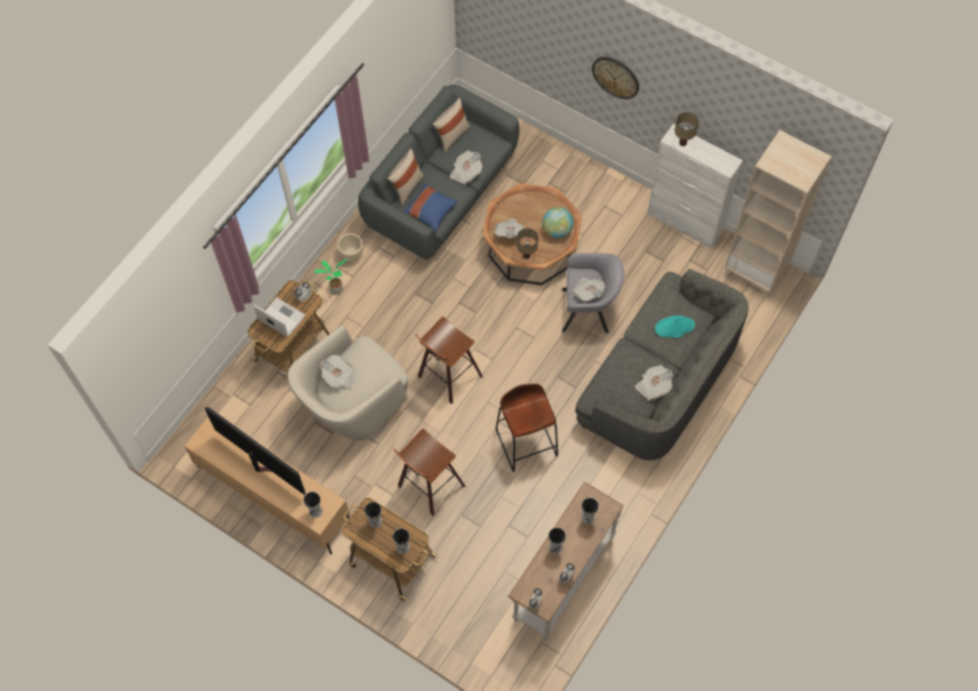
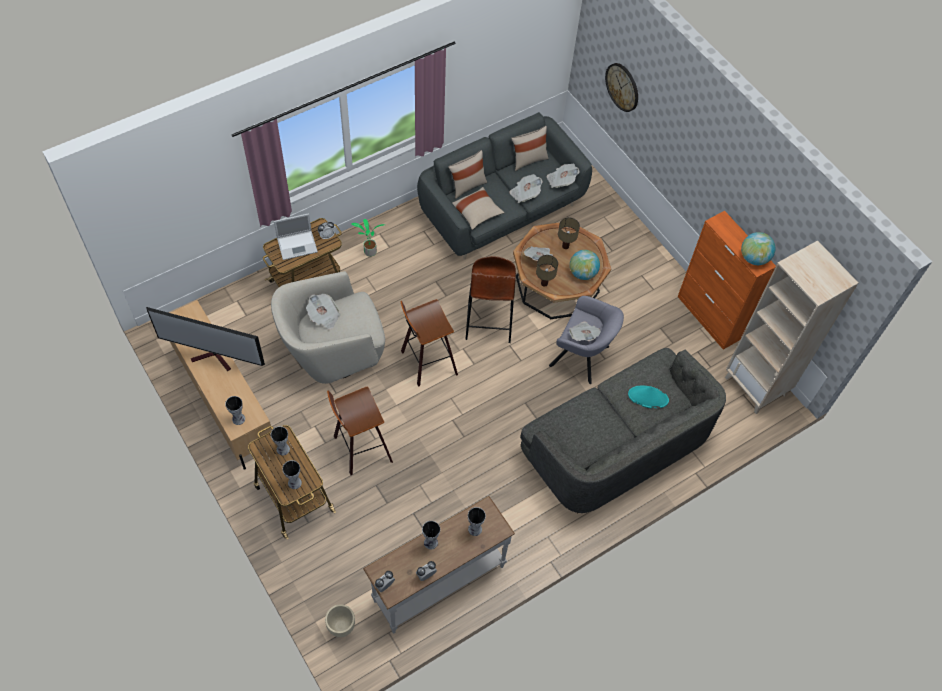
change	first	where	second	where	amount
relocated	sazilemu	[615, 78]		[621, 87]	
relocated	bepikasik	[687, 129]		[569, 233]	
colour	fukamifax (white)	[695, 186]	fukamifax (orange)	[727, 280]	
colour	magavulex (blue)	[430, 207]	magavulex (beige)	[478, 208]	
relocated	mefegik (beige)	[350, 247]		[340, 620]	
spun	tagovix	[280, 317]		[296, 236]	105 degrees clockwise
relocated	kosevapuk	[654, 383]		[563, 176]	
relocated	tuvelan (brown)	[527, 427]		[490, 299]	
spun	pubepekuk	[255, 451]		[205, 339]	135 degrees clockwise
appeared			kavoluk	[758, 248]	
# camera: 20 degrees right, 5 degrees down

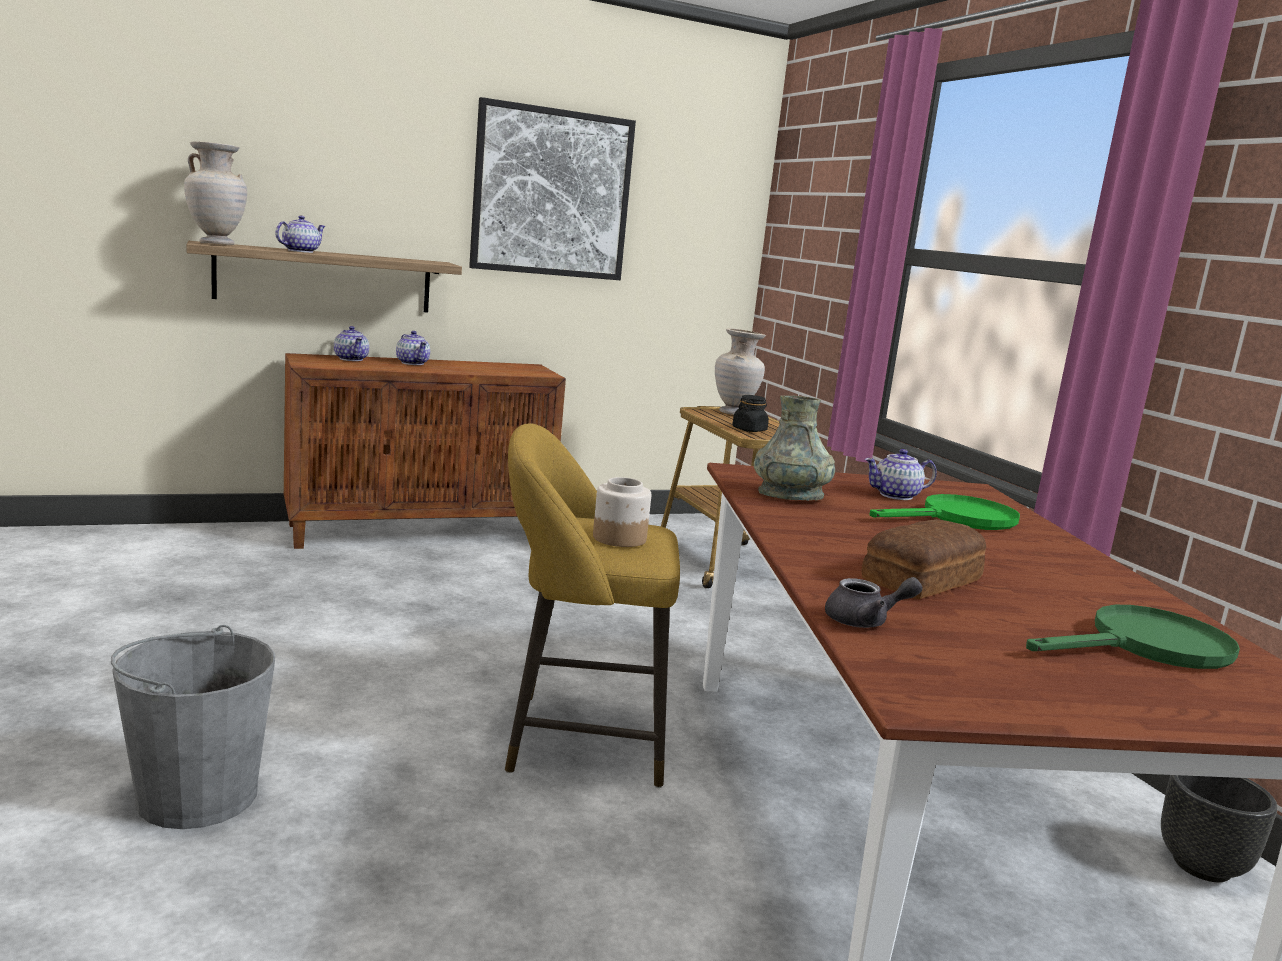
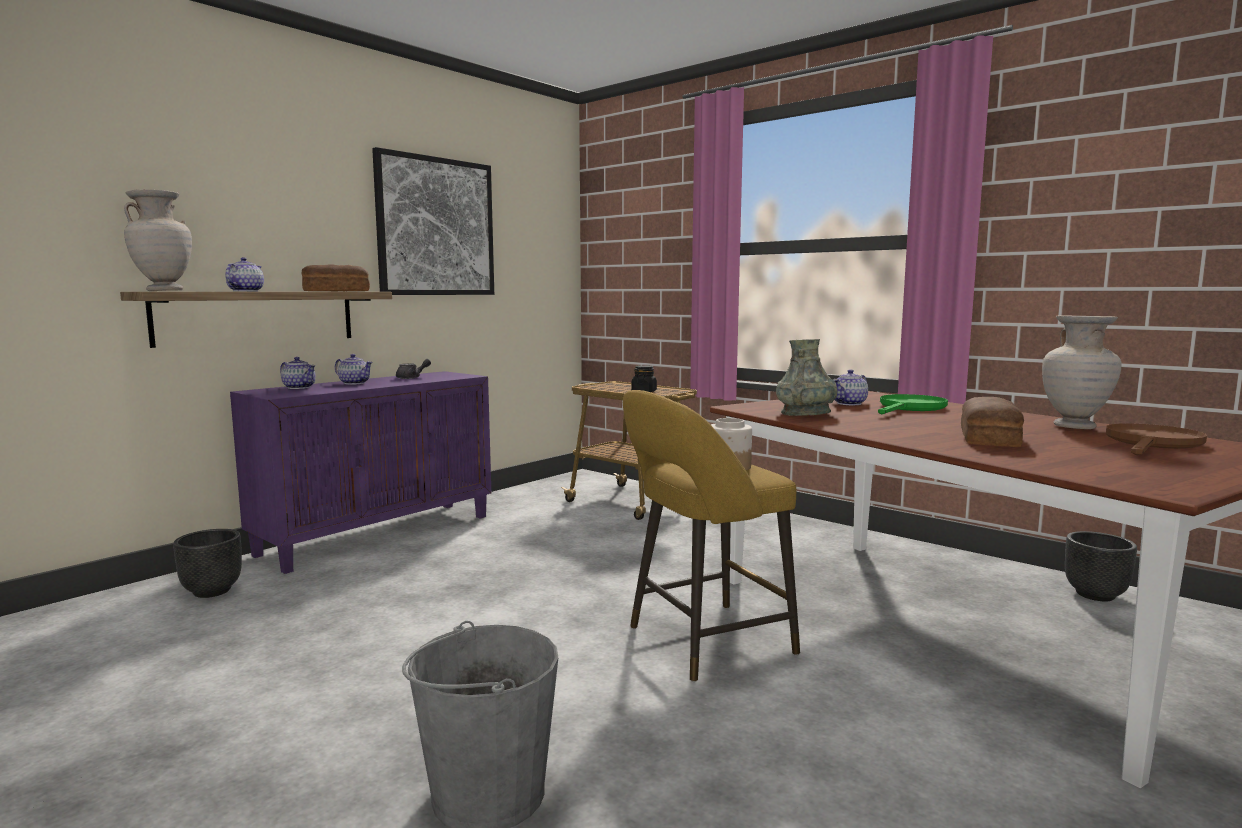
change	first	where	second	where	amount
relocated	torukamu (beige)	[740, 371]		[1082, 372]	
colour	fukamifax (brown)	[425, 451]	fukamifax (purple)	[360, 472]	
relocated	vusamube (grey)	[873, 602]		[413, 369]	
colour	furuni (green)	[1133, 637]	furuni (brown)	[1156, 439]	
appeared			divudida	[336, 277]	
appeared			mefegik (black)	[207, 563]	
# camera: 25 degrees left, 5 degrees down

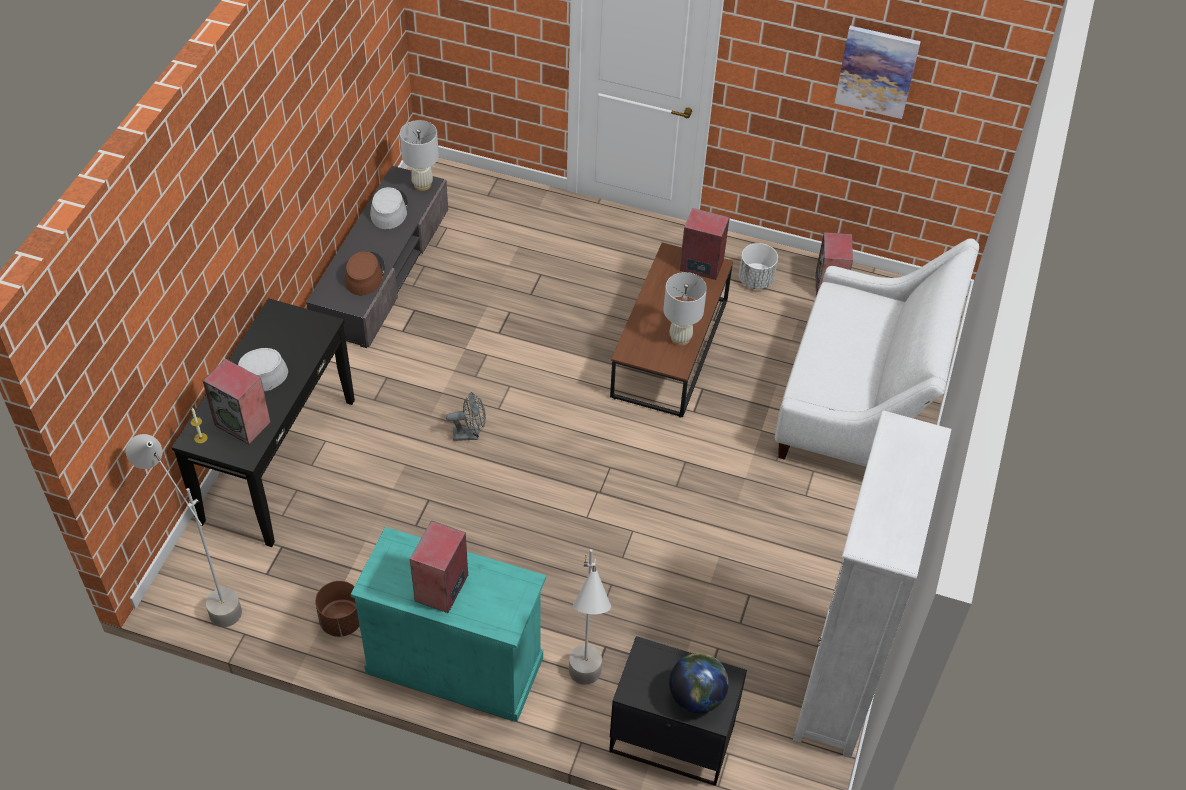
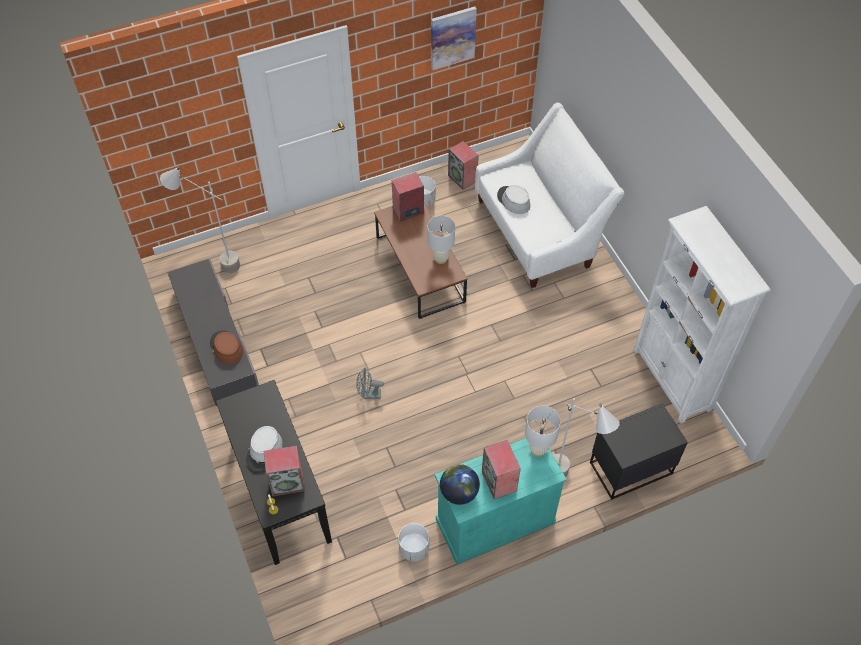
change	first	where	second	where	amount
relocated	bepikasik (white)	[419, 155]		[543, 431]	
relocated	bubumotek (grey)	[389, 208]		[513, 199]	
spun	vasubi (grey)	[466, 416]		[370, 383]	135 degrees counterclockwise
relocated	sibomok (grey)	[184, 530]		[200, 220]	
colour	mefegik (brown)	[337, 609]	mefegik (white)	[413, 542]	
relocated	kavoluk	[699, 683]		[460, 484]	
# camera: 40 degrees left, 5 degrees up

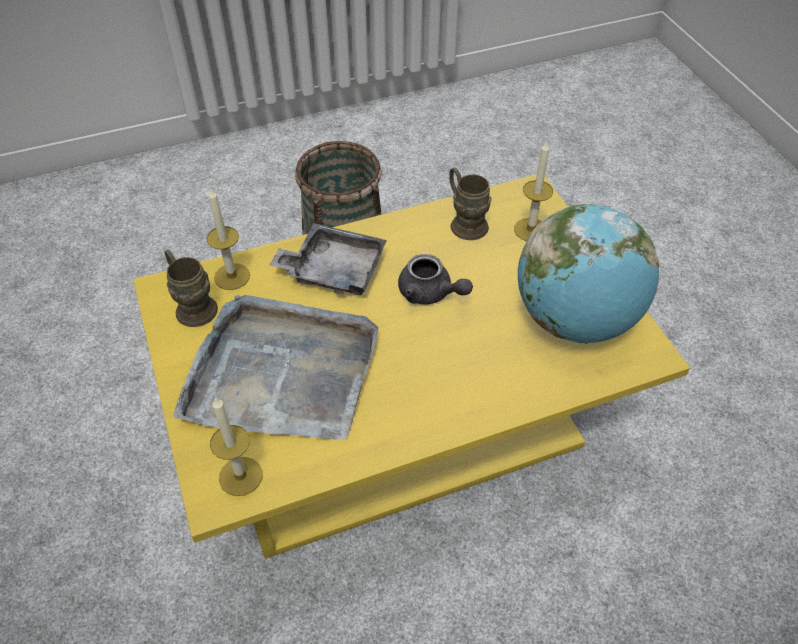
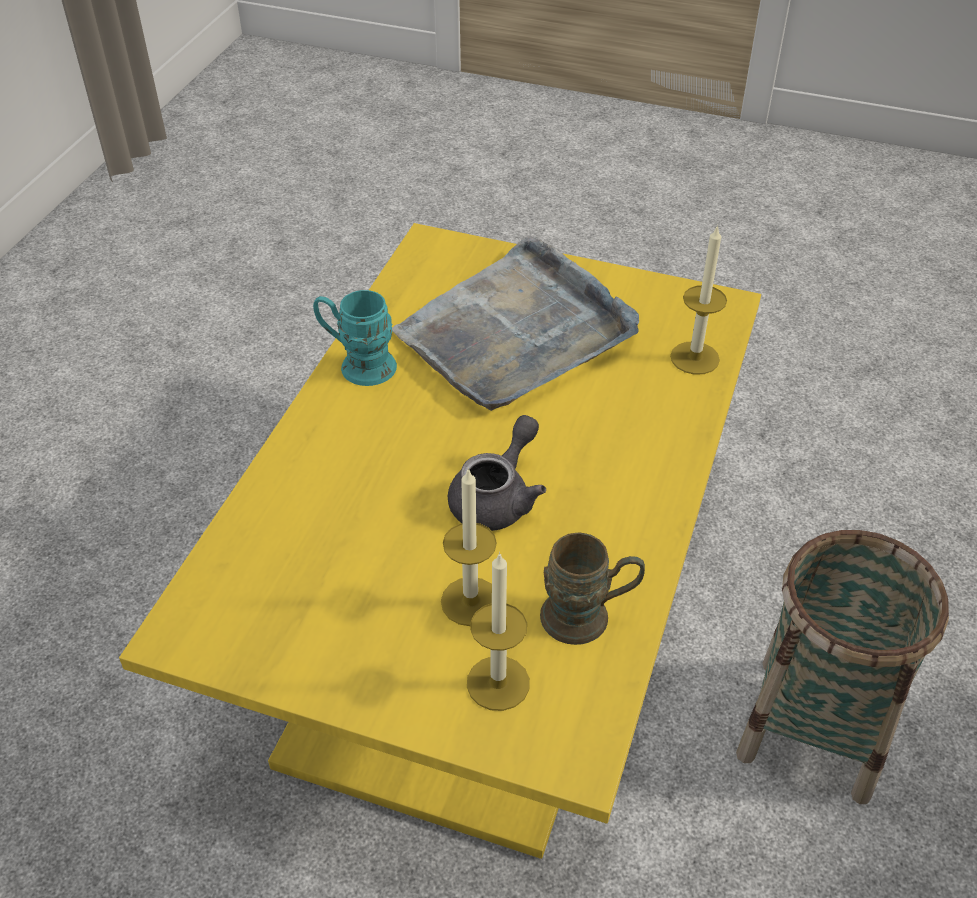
change	first	where	second	where	amount
missing	kavoluk	[588, 274]			
missing	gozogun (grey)	[328, 259]			
missing	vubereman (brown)	[191, 288]			
spun	vusamube (grey)	[435, 279]		[497, 473]	135 degrees clockwise
relocated	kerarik	[236, 446]		[469, 546]	
appeared			vubereman (turquoise)	[355, 338]	
# camera: 130 degrees right, 5 degrees down

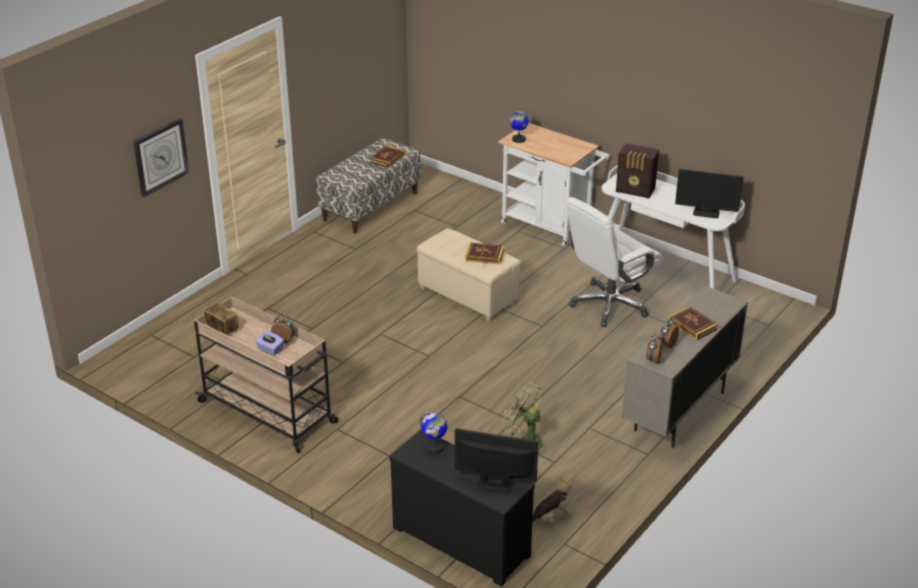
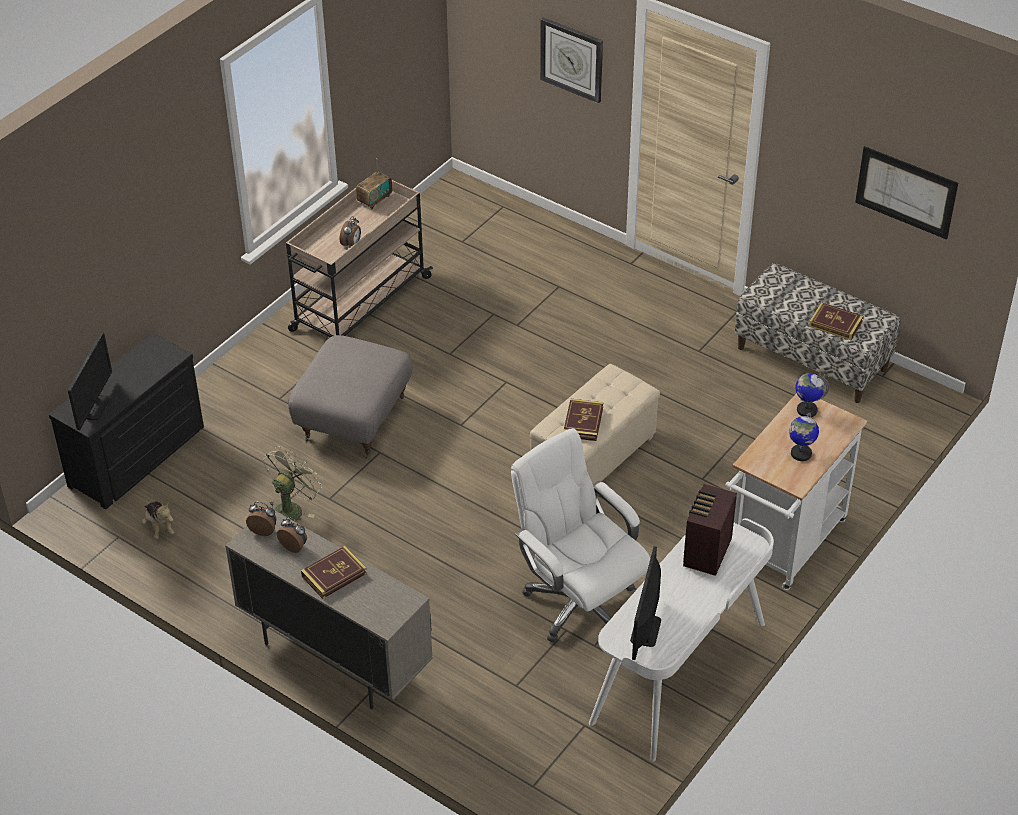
change	first	where	second	where	amount
missing	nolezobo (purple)	[269, 343]			
relocated	kavoluk	[433, 432]		[804, 437]	
appeared			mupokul	[906, 193]	
appeared			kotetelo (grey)	[350, 396]	
# camera: 90 degrees right, 10 degrees up

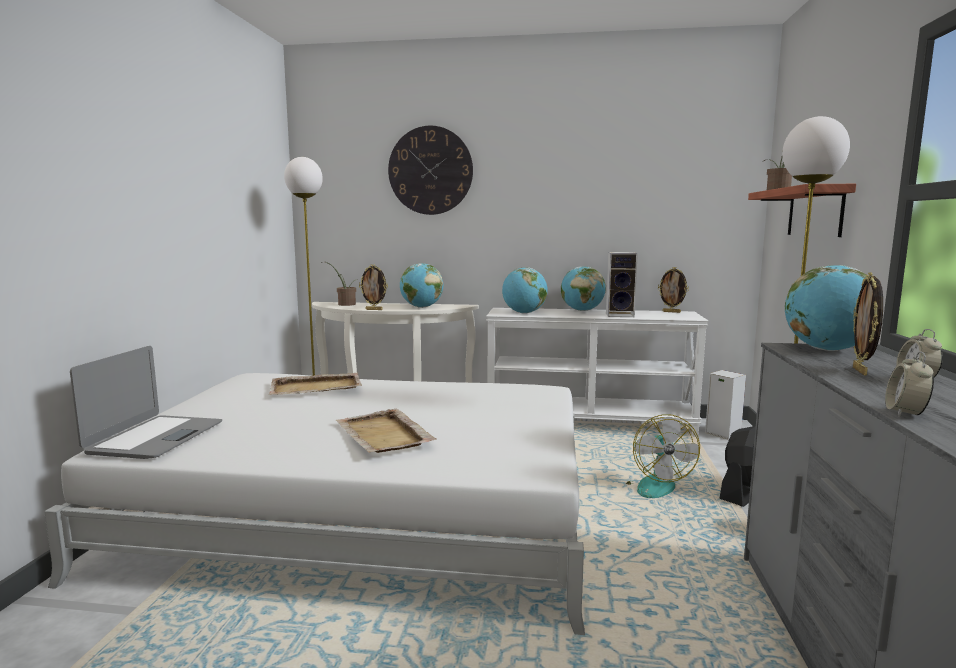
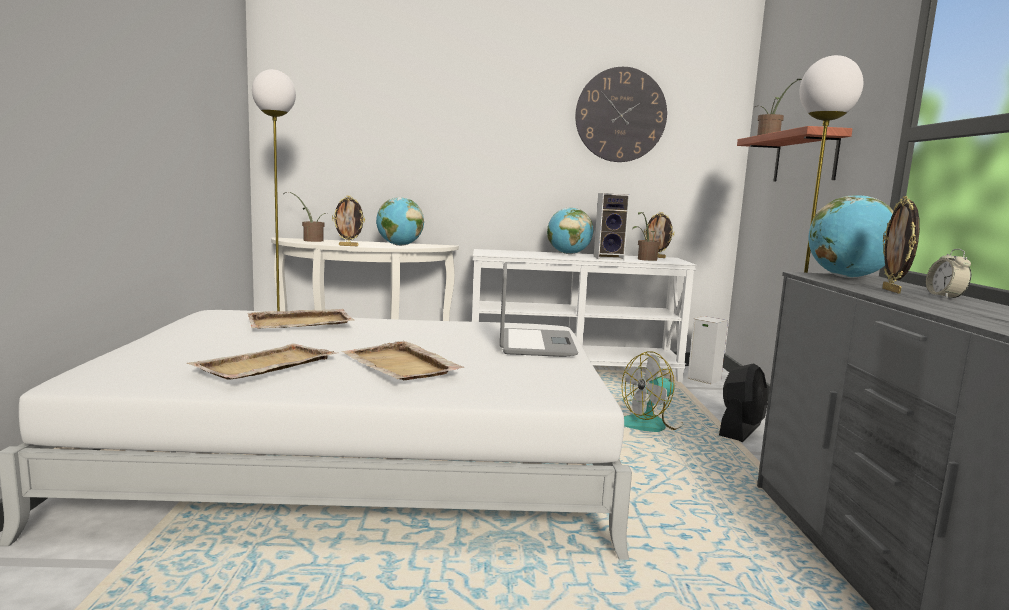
change	first	where	second	where	amount
relocated	sazilemu	[430, 170]		[621, 114]	
missing	kavoluk	[525, 291]			
relocated	tagovix	[146, 402]		[539, 309]	
missing	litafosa	[909, 384]			
spun	vasubi	[663, 456]		[652, 391]	75 degrees clockwise
appeared			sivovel	[646, 236]	
appeared			gozogun (beige)	[261, 361]	
# camera: 10 degrees left, 0 degrees up

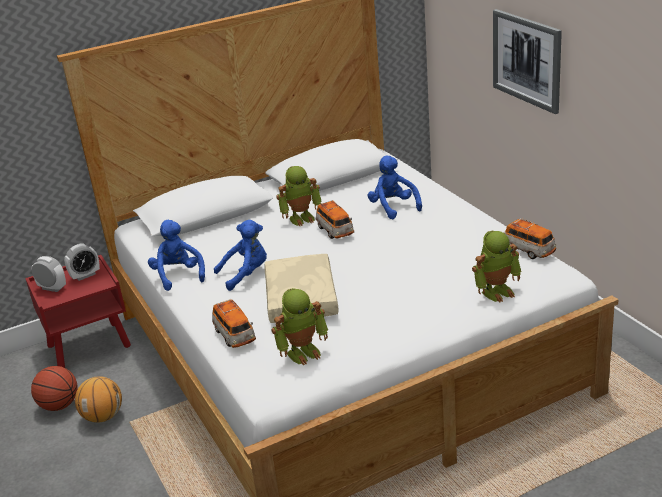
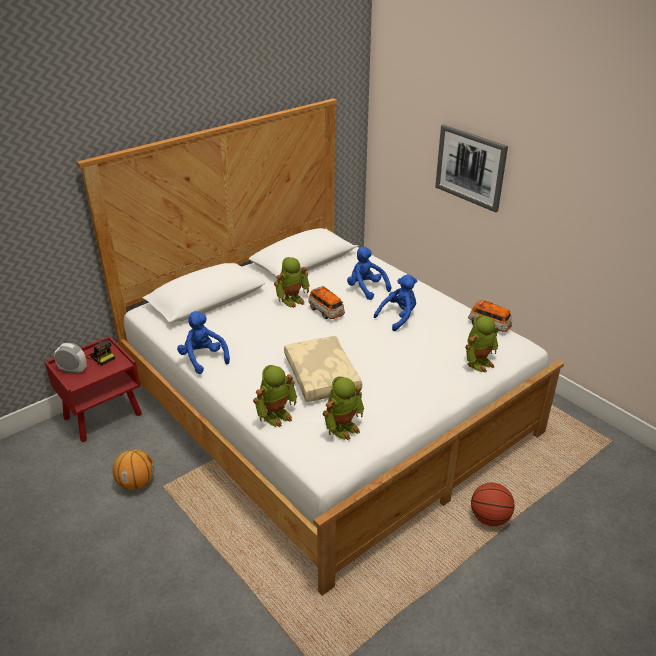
change	first	where	second	where	amount
relocated	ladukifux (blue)	[240, 255]		[395, 302]	
exchanged	litafosa	[82, 262]	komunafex	[100, 353]	
exchanged	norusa	[234, 323]	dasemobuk	[275, 396]	
relocated	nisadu	[54, 388]		[493, 504]	
# camera: 15 degrees left, 5 degrees up

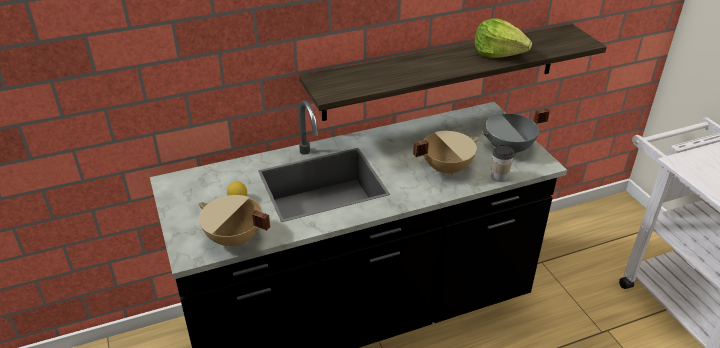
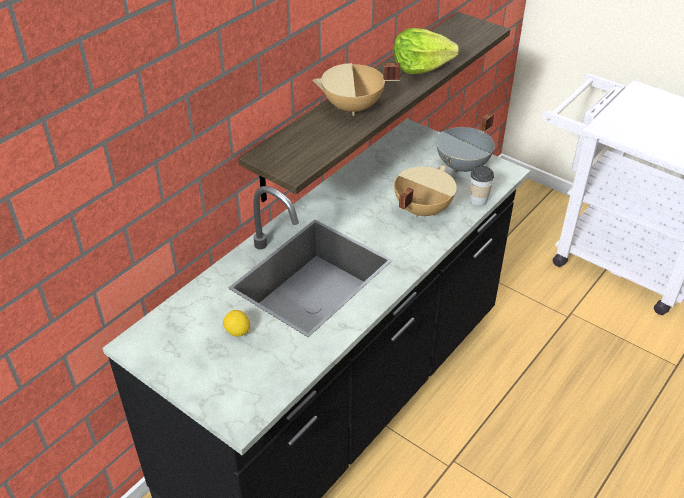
change	first	where	second	where	amount
relocated	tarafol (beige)	[234, 221]		[356, 89]	
# camera: 30 degrees left, 5 degrees up

